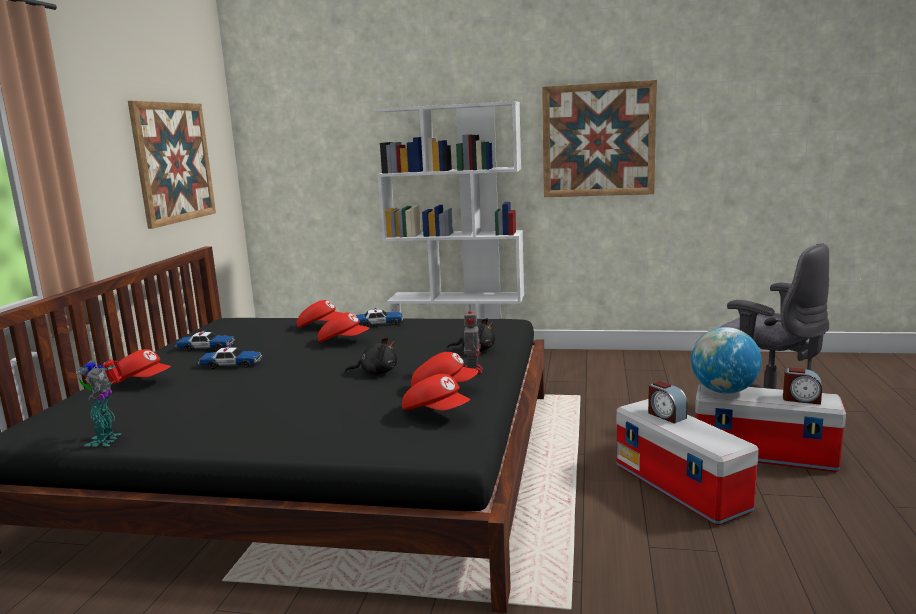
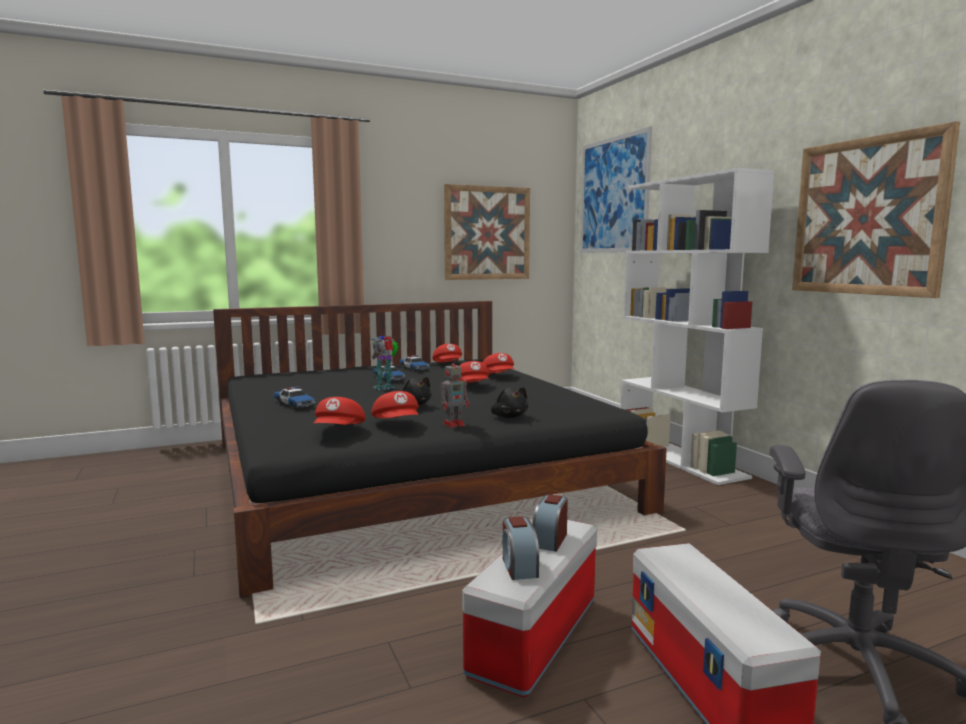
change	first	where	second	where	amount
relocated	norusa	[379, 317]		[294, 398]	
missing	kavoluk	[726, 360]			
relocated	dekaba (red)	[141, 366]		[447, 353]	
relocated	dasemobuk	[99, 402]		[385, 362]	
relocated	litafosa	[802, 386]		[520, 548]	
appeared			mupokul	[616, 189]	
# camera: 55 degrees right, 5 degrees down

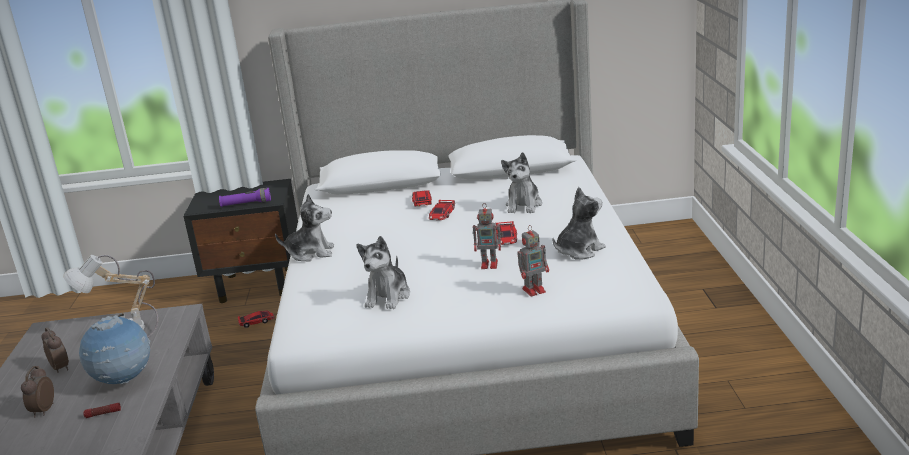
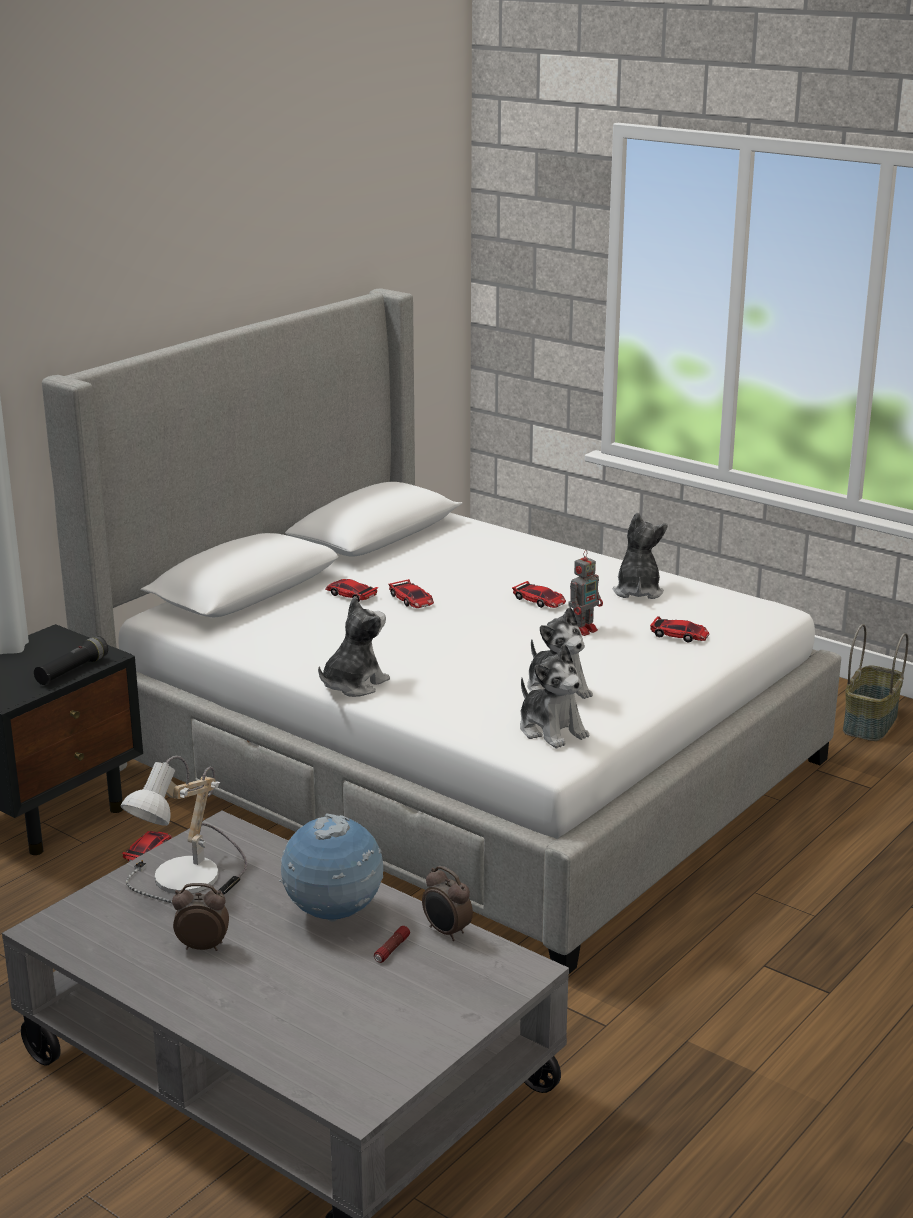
change	first	where	second	where	amount
relocated	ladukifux	[521, 182]		[554, 696]	
colour	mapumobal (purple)	[245, 197]	mapumobal (black)	[71, 660]	
exchanged	dasemobuk	[533, 261]	norusa	[679, 629]	
relocated	litafosa	[37, 391]		[447, 903]	
appeared			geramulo	[875, 682]	
# camera: 50 degrees left, 0 degrees up

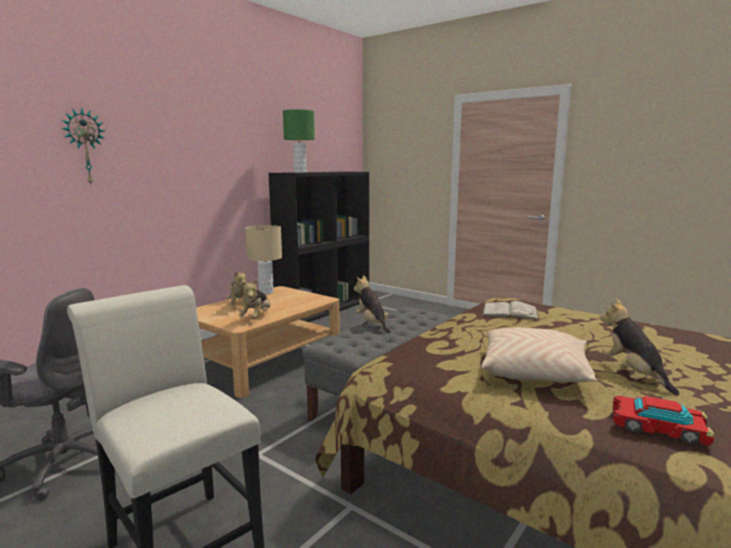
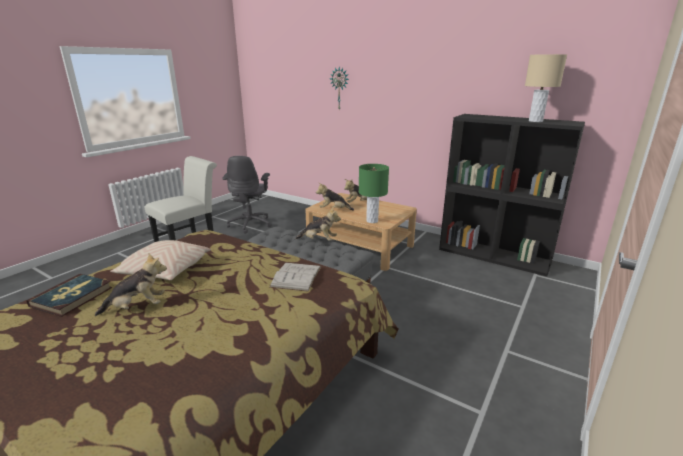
change	first	where	second	where	amount
relocated	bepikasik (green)	[299, 141]		[374, 193]	
relocated	bepikasik (beige)	[263, 260]		[546, 88]	
spun	ladukifux	[372, 304]		[318, 224]	45 degrees clockwise
exchanged	norusa	[663, 421]	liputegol	[69, 295]	
# camera: 85 degrees right, 10 degrees up

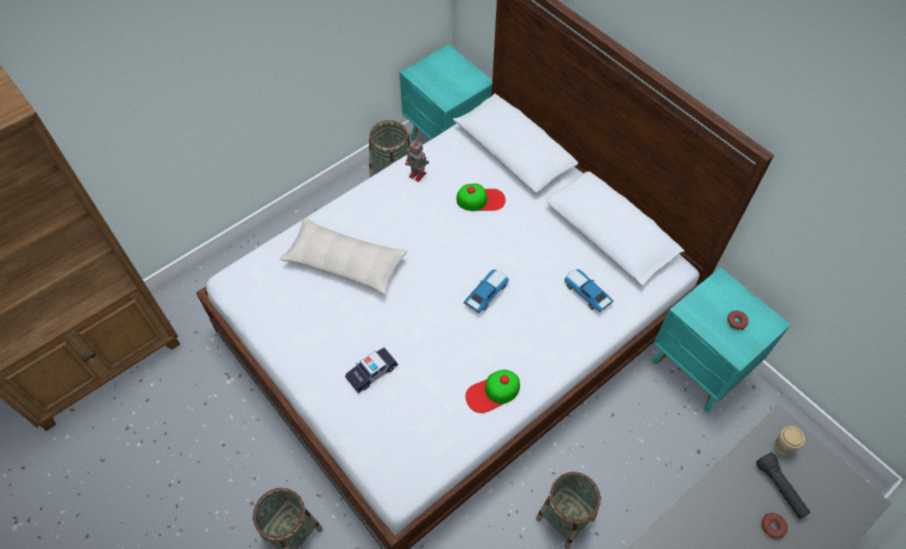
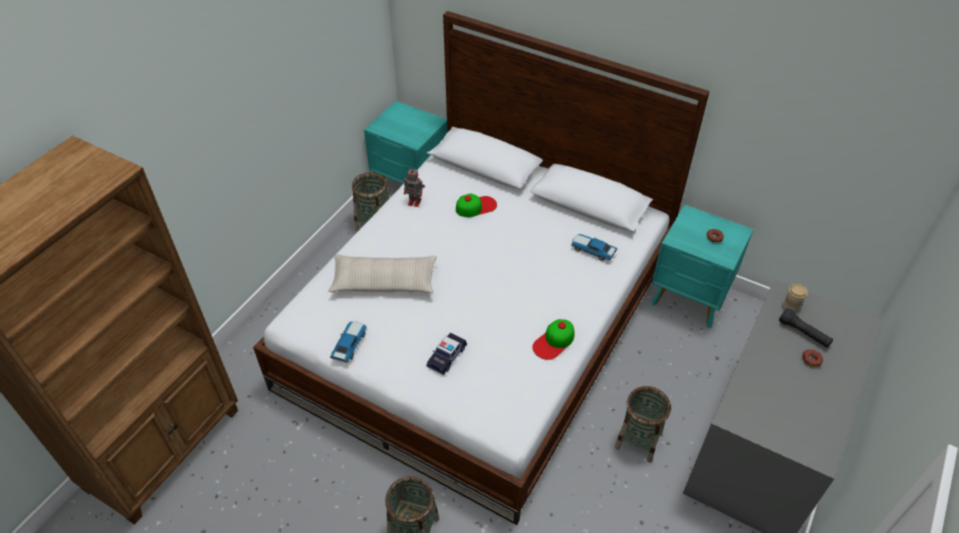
change	first	where	second	where	amount
relocated	norusa	[486, 292]		[348, 342]	
# camera: 20 degrees left, 10 degrees down

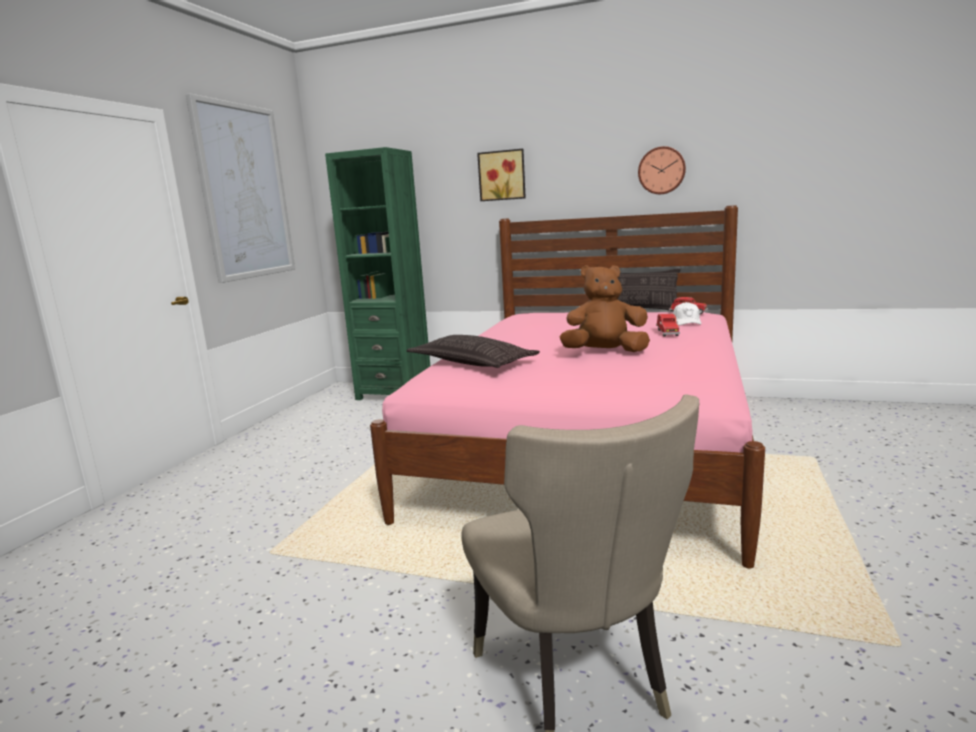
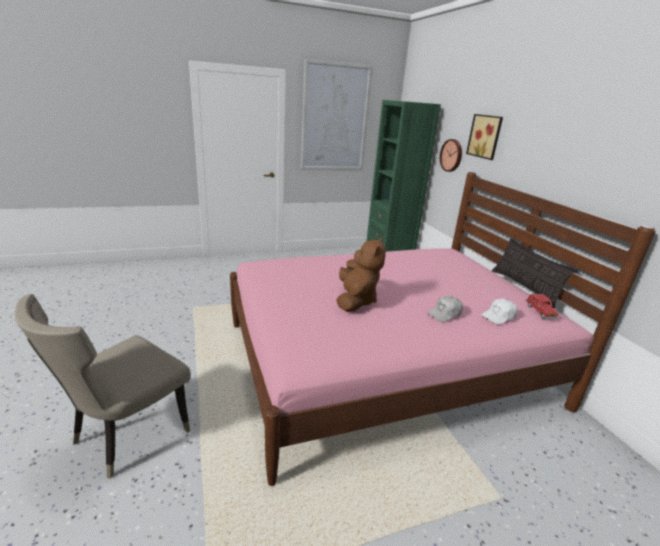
change	first	where	second	where	amount
relocated	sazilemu	[662, 170]		[451, 155]	
spun	ladukifux (brown)	[605, 308]		[361, 275]	45 degrees clockwise
exchanged	norusa (red)	[668, 325]	dekaba (white)	[445, 309]	
missing	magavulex	[473, 351]			
# camera: 50 degrees right, 10 degrees up

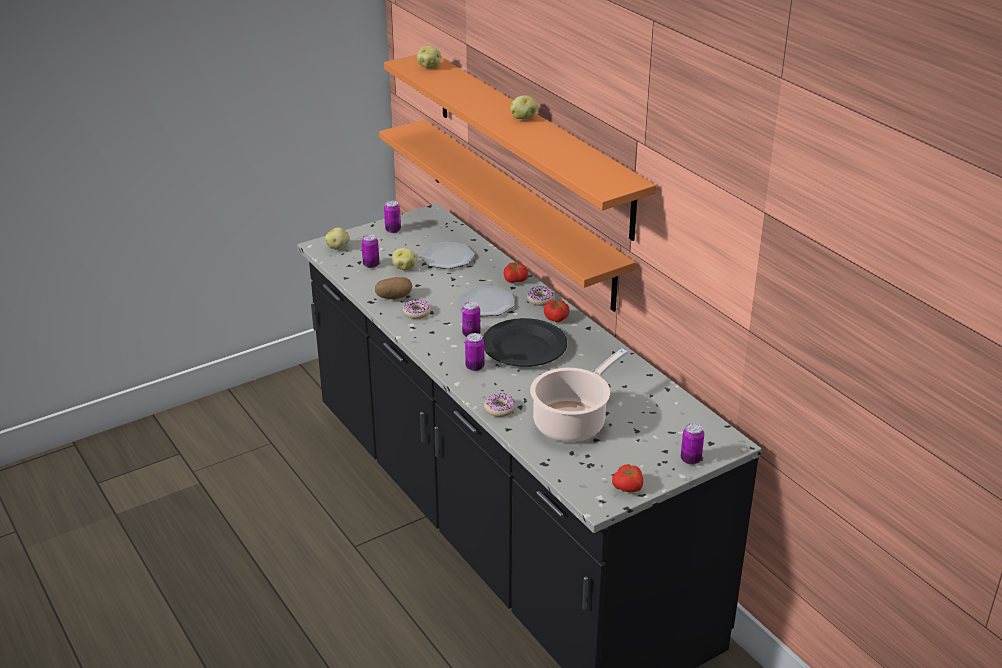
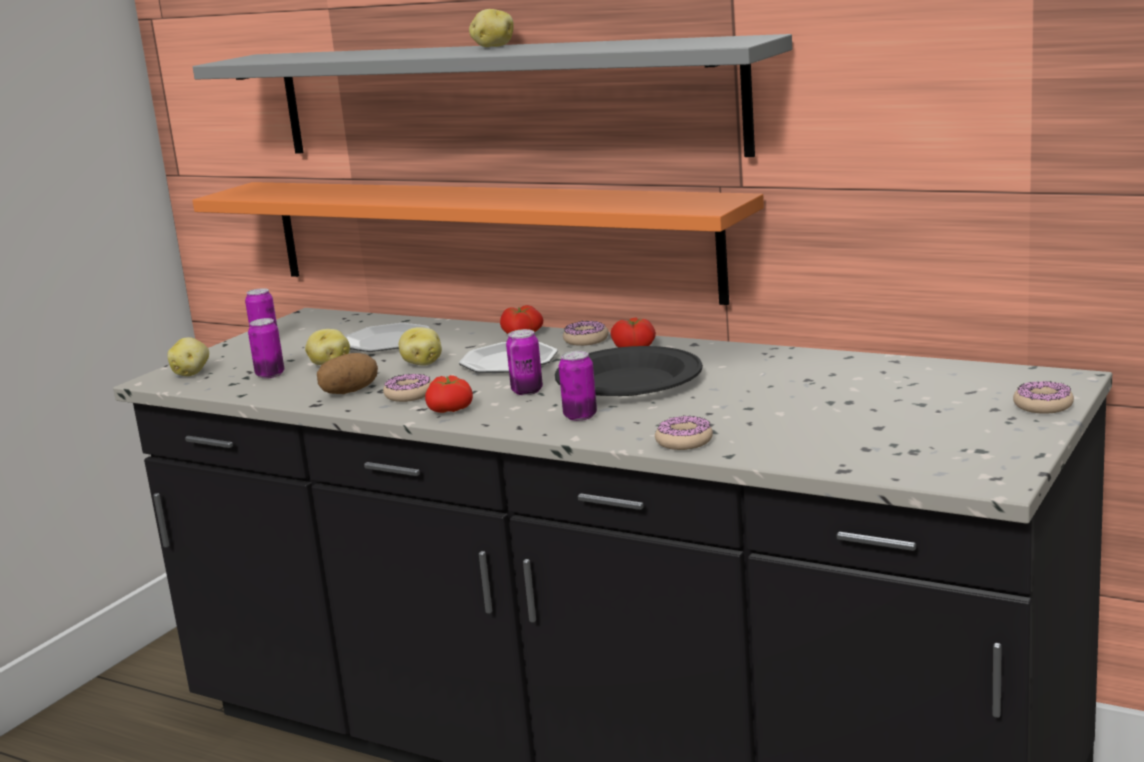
change	first	where	second	where	amount
relocated	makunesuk	[429, 57]		[420, 346]	
colour	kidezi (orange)	[520, 148]	kidezi (grey)	[492, 95]	
missing	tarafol	[579, 395]			
exchanged	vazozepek	[692, 444]	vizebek	[1043, 397]	
relocated	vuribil	[627, 478]		[449, 394]	
# camera: 25 degrees left, 15 degrees down

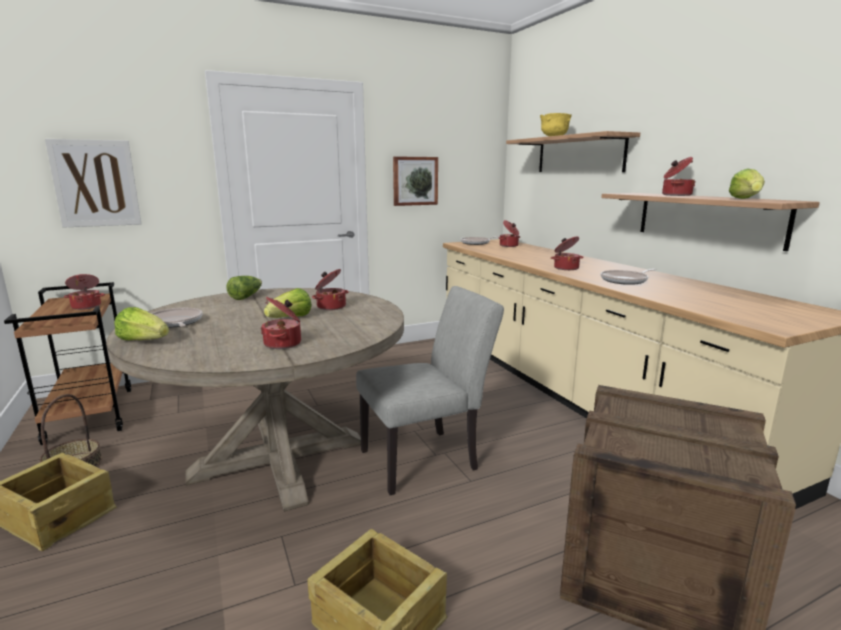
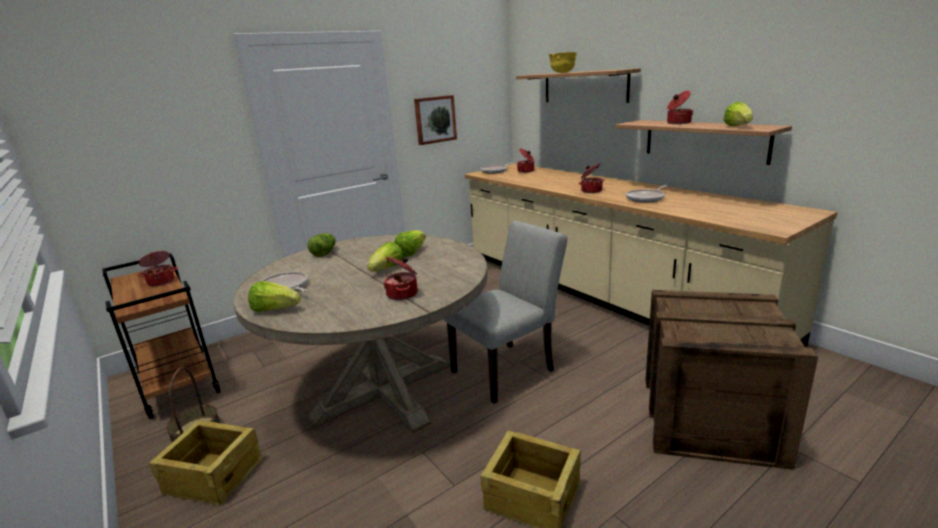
change	first	where	second	where	amount
missing	mupokul	[93, 183]			
exchanged	tarafol	[330, 289]	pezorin	[410, 243]	
# camera: 10 degrees left, 5 degrees up

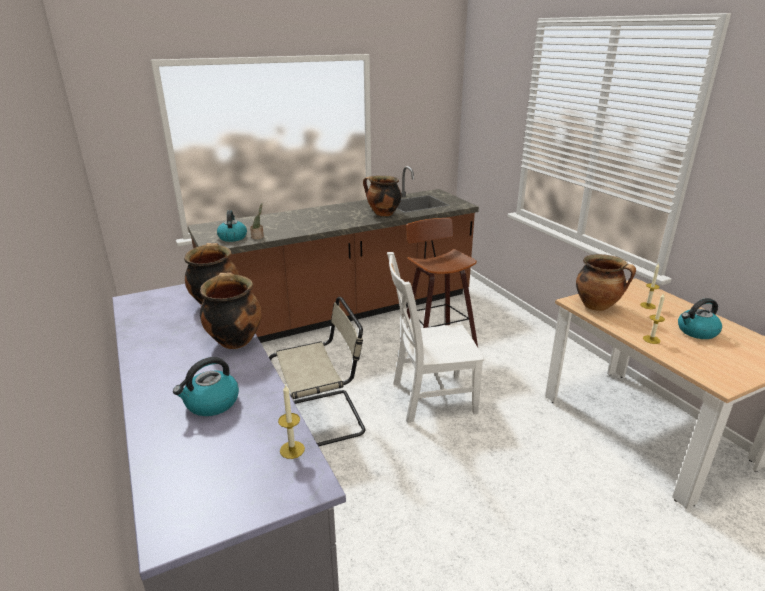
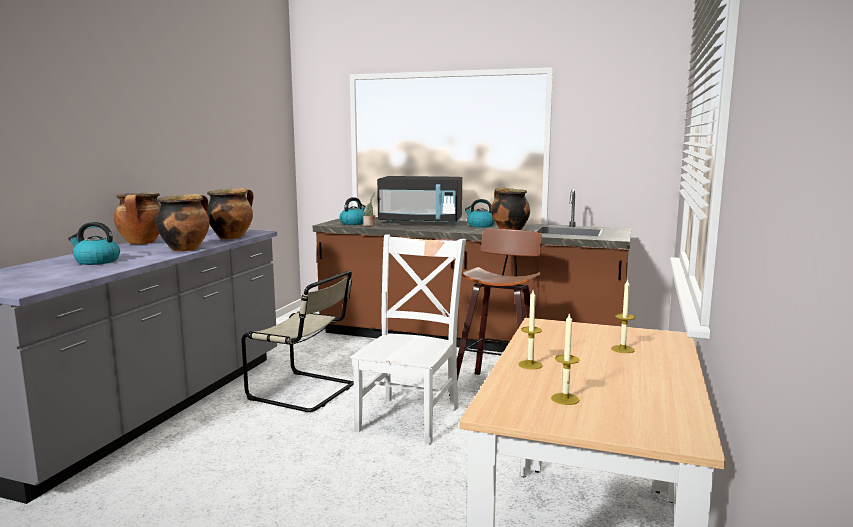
change	first	where	second	where	amount
spun	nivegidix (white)	[435, 337]		[408, 340]	75 degrees clockwise
relocated	tarafol	[606, 282]		[137, 218]	
relocated	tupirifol	[700, 318]		[480, 213]	
relocated	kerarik	[291, 421]		[565, 358]	
appeared			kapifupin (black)	[419, 200]	
# camera: 45 degrees right, 15 degrees down

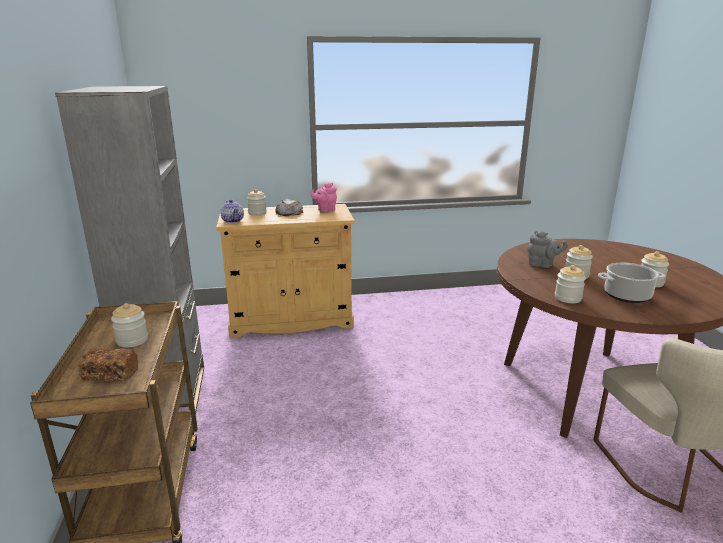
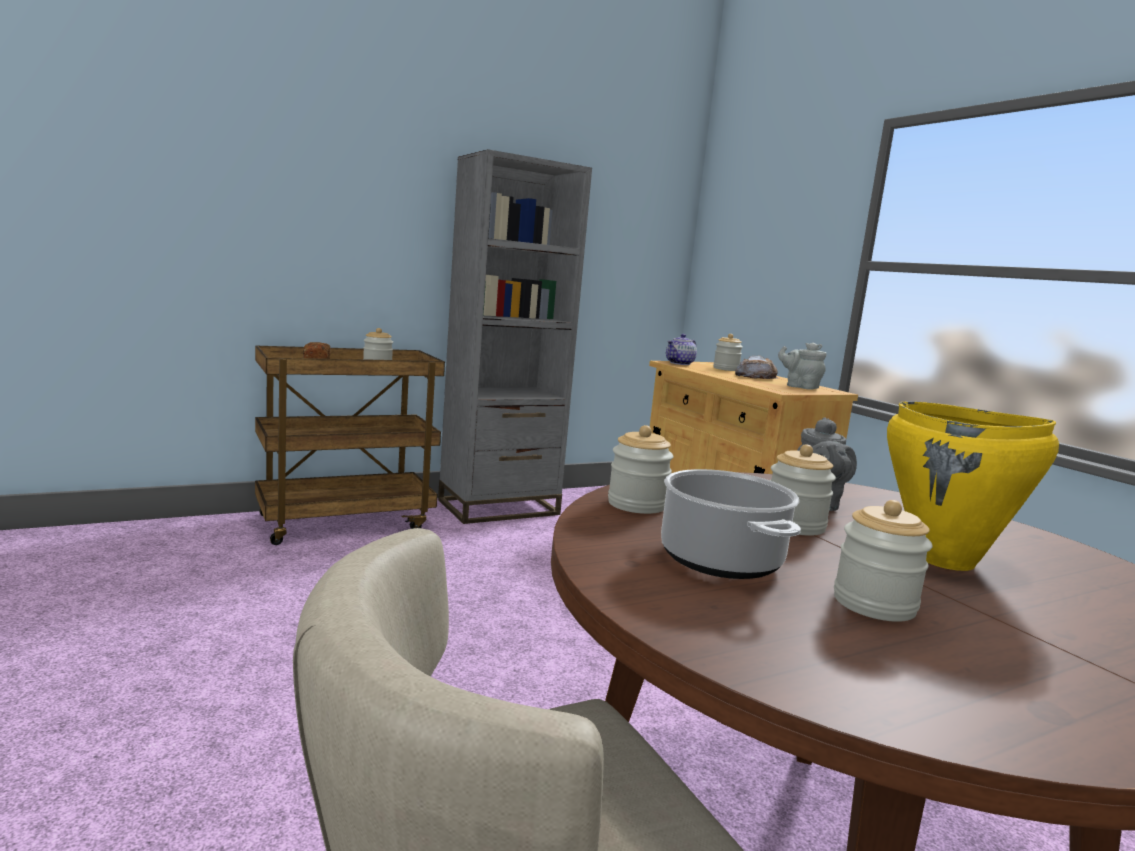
change	first	where	second	where	amount
colour	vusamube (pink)	[324, 197]	vusamube (grey)	[802, 366]	
appeared			tarafol (yellow)	[973, 486]	
# camera: 70 degrees right, 10 degrees down

